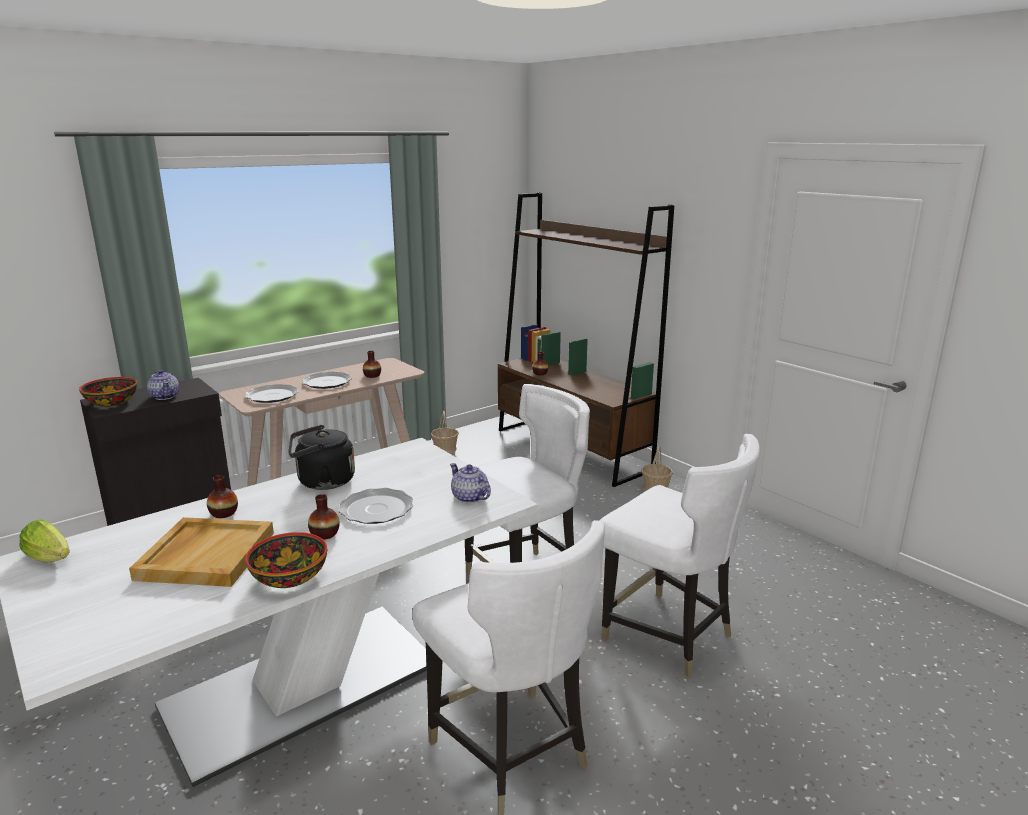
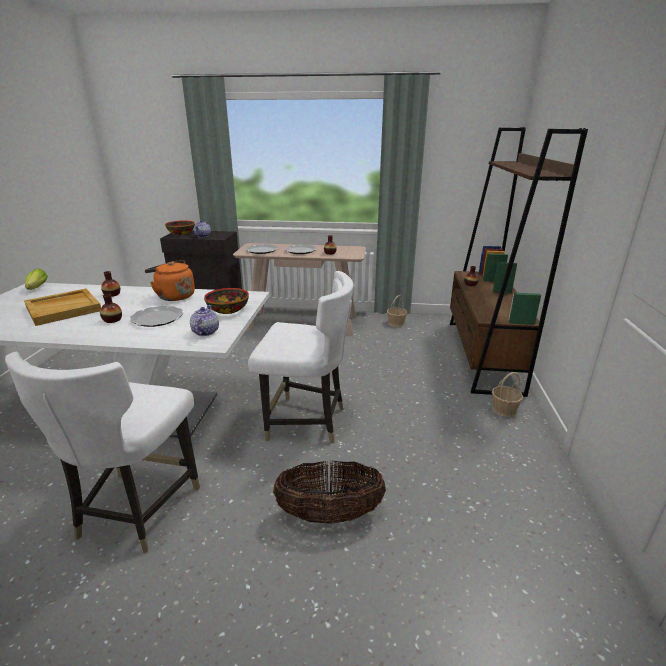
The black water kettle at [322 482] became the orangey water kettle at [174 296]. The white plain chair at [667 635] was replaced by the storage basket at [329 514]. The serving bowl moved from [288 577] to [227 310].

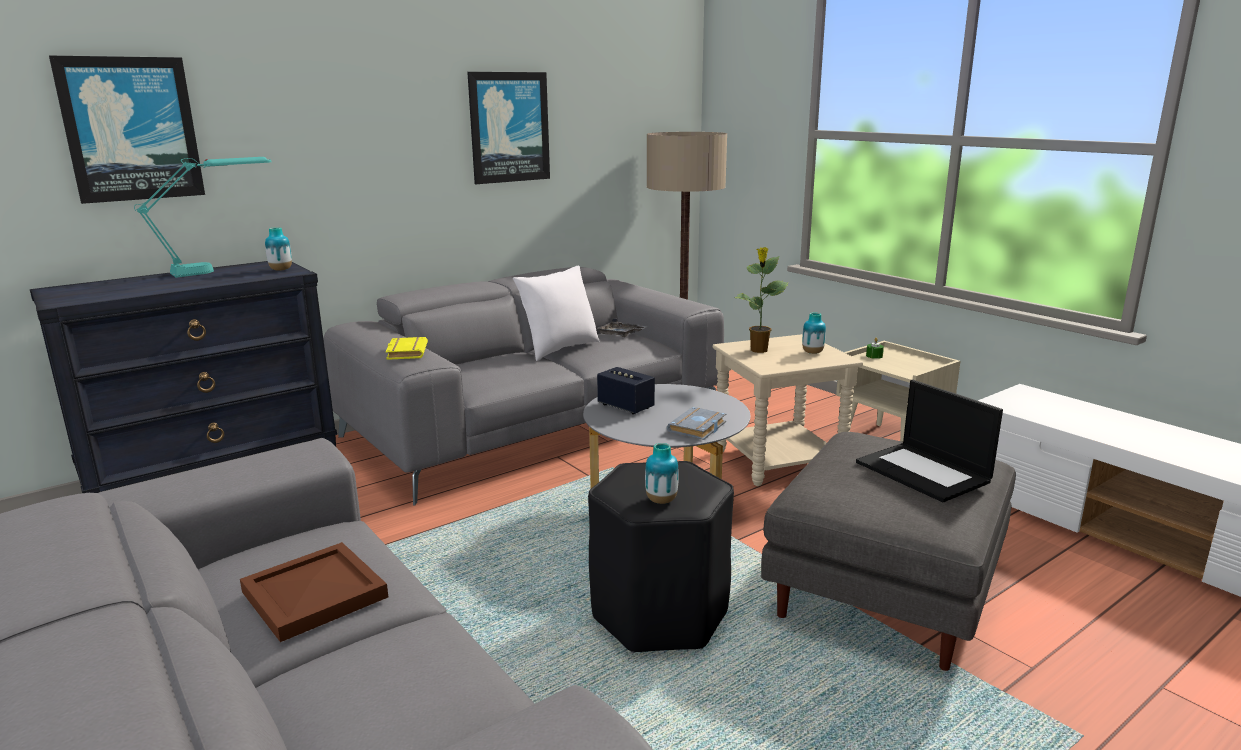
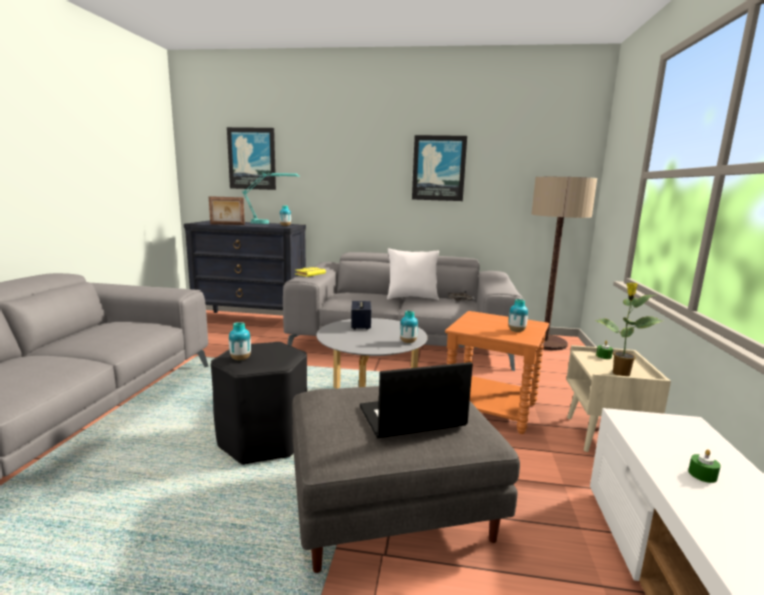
The potted plant moved from [759 350] to [620 374]. The beige end table at [778 460] became the orangey end table at [491 409]. The notebook computer at [924 472] turned 60 degrees clockwise. The greyish book at [698 428] disappeared. The brown-coloured carrying tray at [317 594] disappeared. The picture frame at [227 224] appeared. The vase at [408 342] appeared. The green-coloured wax candle at [702 475] appeared.

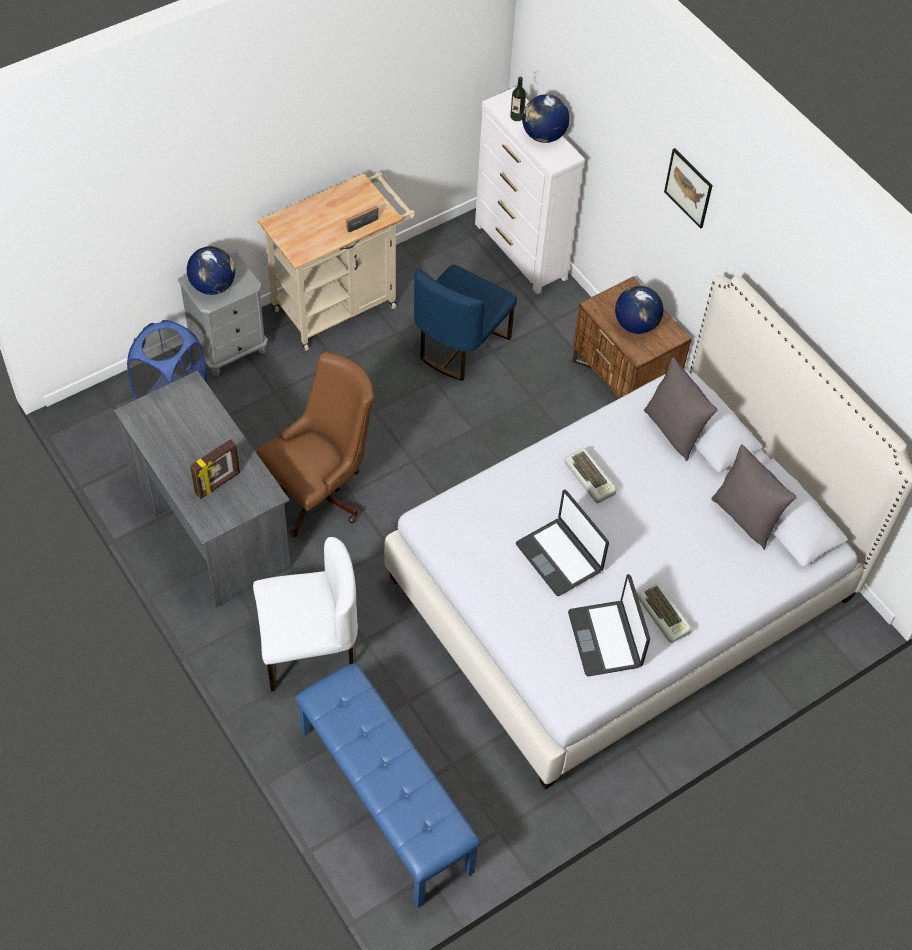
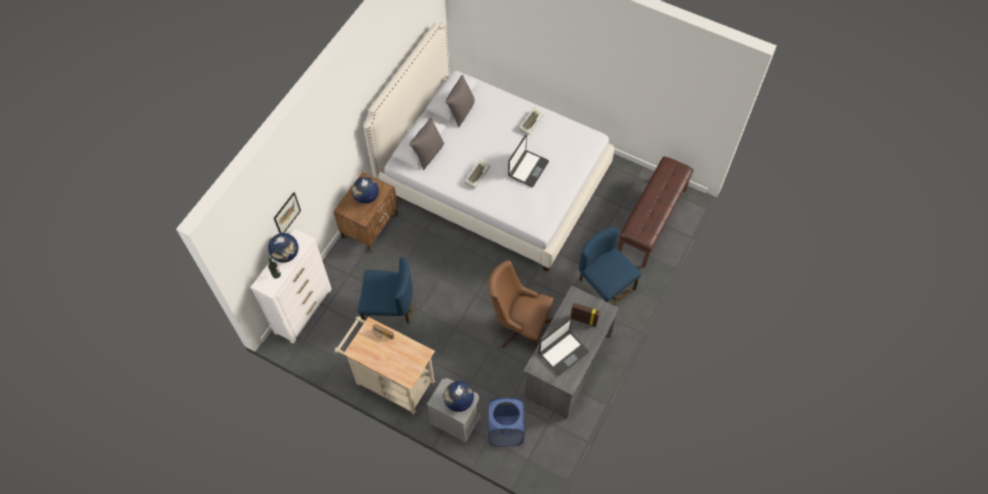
The picture moved from [688 188] to [286 214]. The white plain chair at [308 648] became the blue-coloured plain chair at [604 286]. The notebook computer moved from [606 639] to [563 352]. The blue-coloured long seat at [384 800] became the brown-coloured long seat at [652 222].

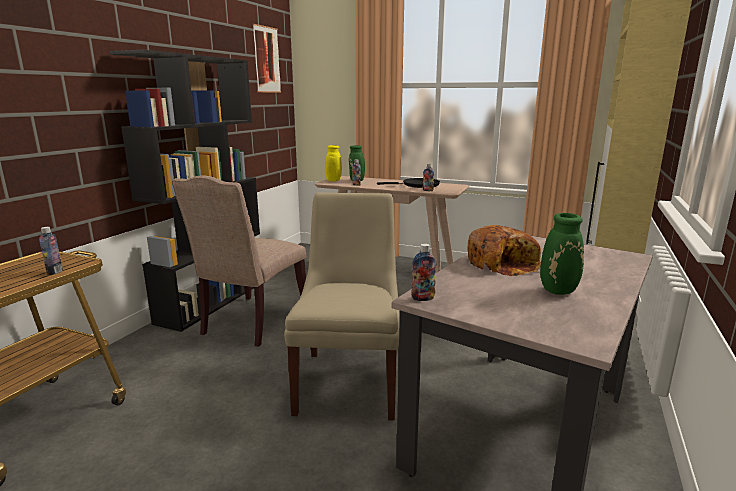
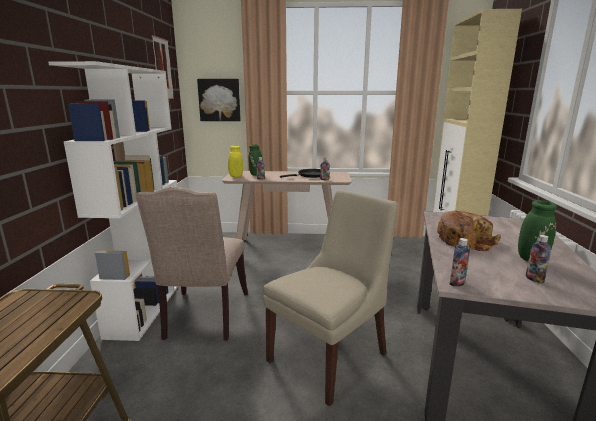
The black bookcase at [213 301] became the white bookcase at [149 302]. The beige plain chair at [349 381] turned 60 degrees clockwise. The beverage bottle moved from [55 272] to [534 279]. The picture at [219 100] appeared.

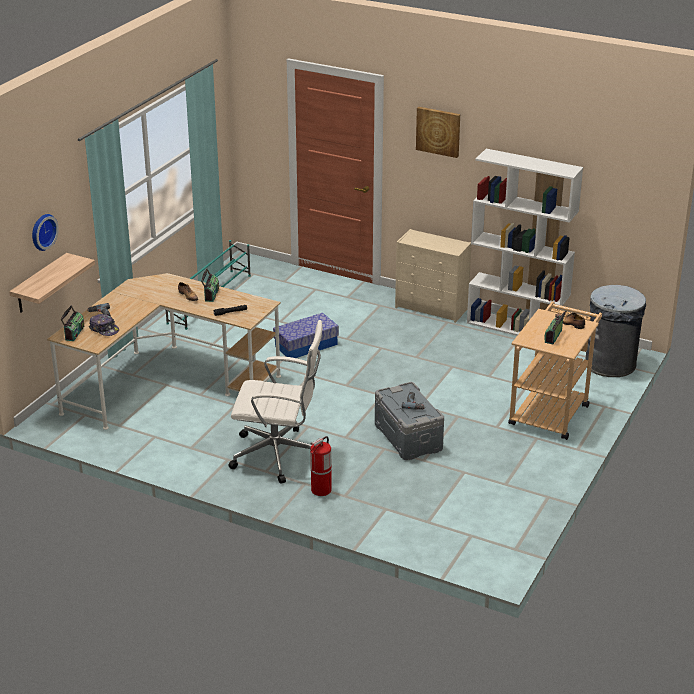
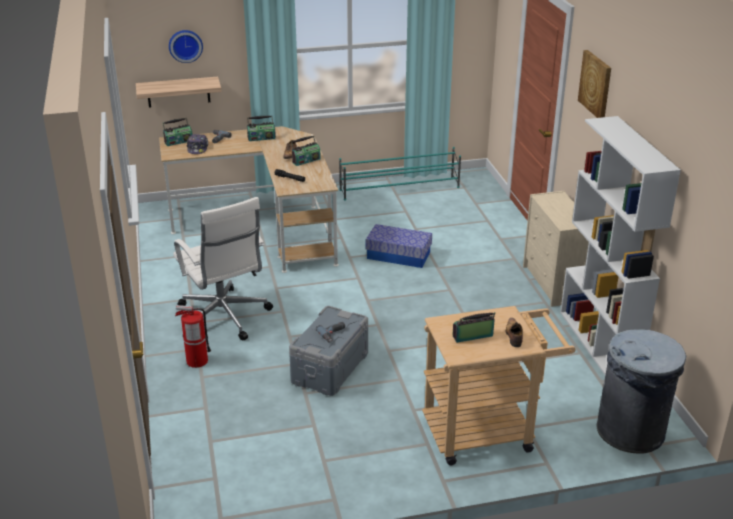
The radio set at [261 138] appeared.

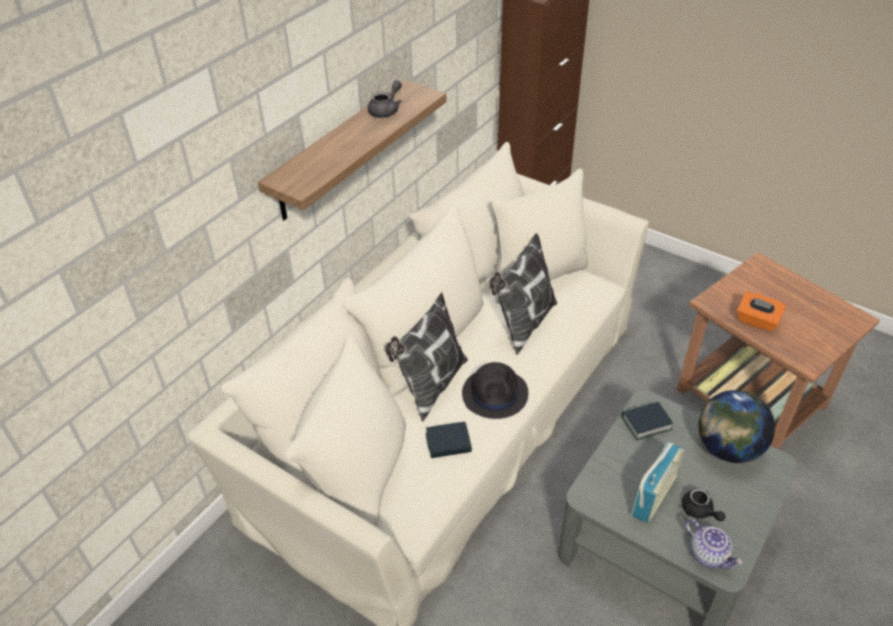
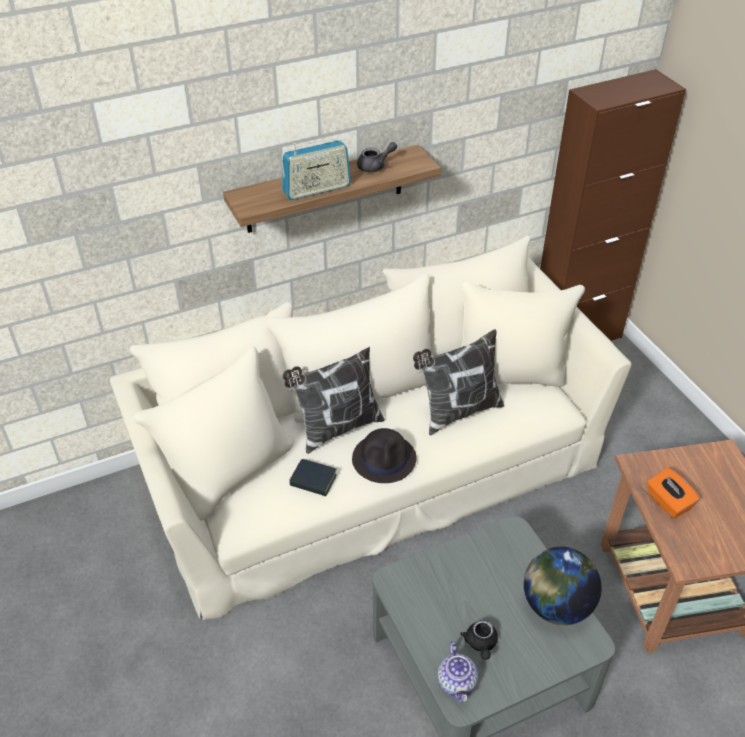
The book at [646 423] disappeared. The radio set moved from [654 495] to [316 189].

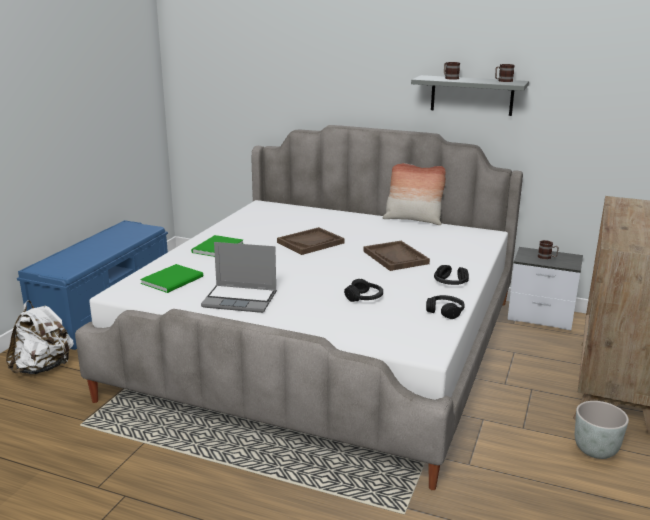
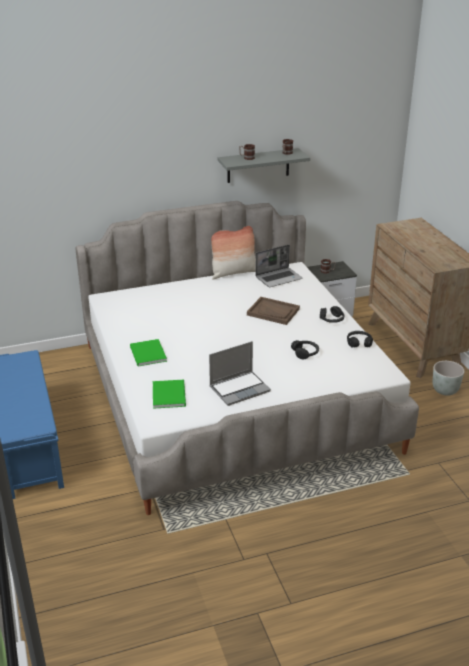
The brown-coloured carrying tray at [310 243] disappeared. The white backpack at [43 368] disappeared. The notebook computer at [279 278] appeared.

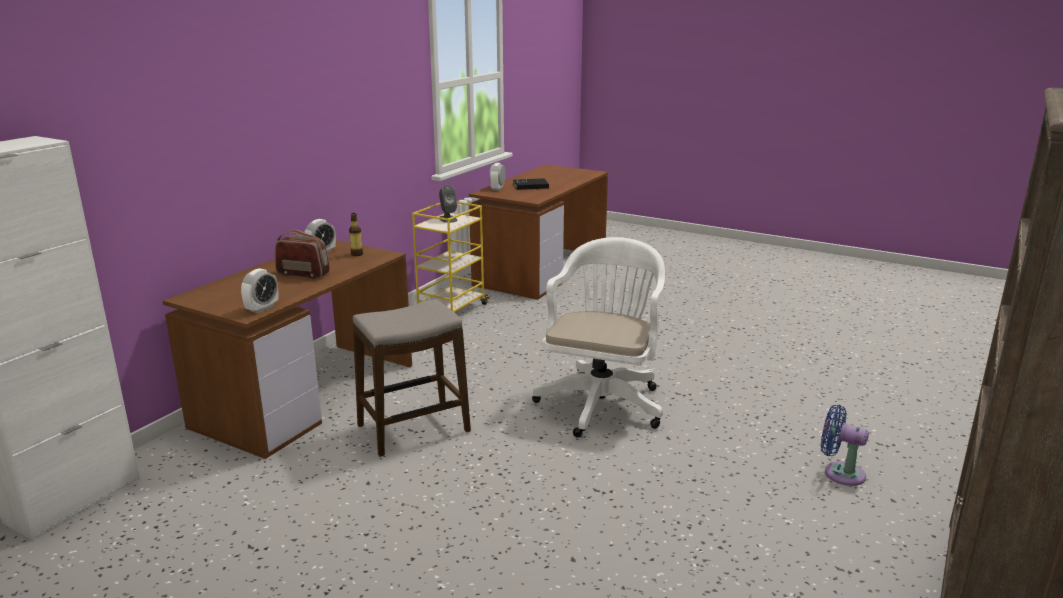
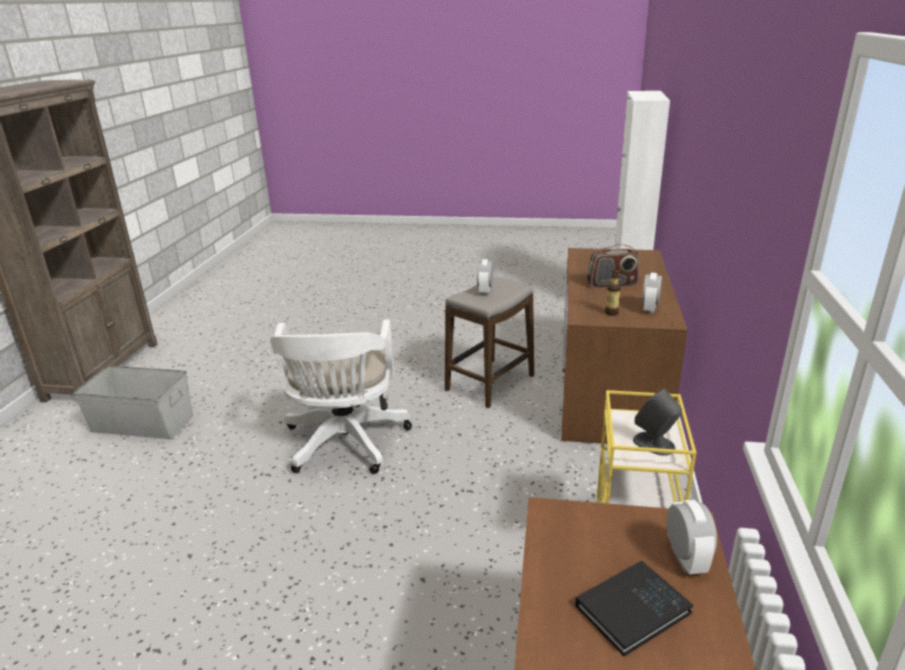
The bedside clock moved from [262 308] to [485 291]. The blue-coloured electric fan at [840 473] was replaced by the greyish storage container at [142 423].

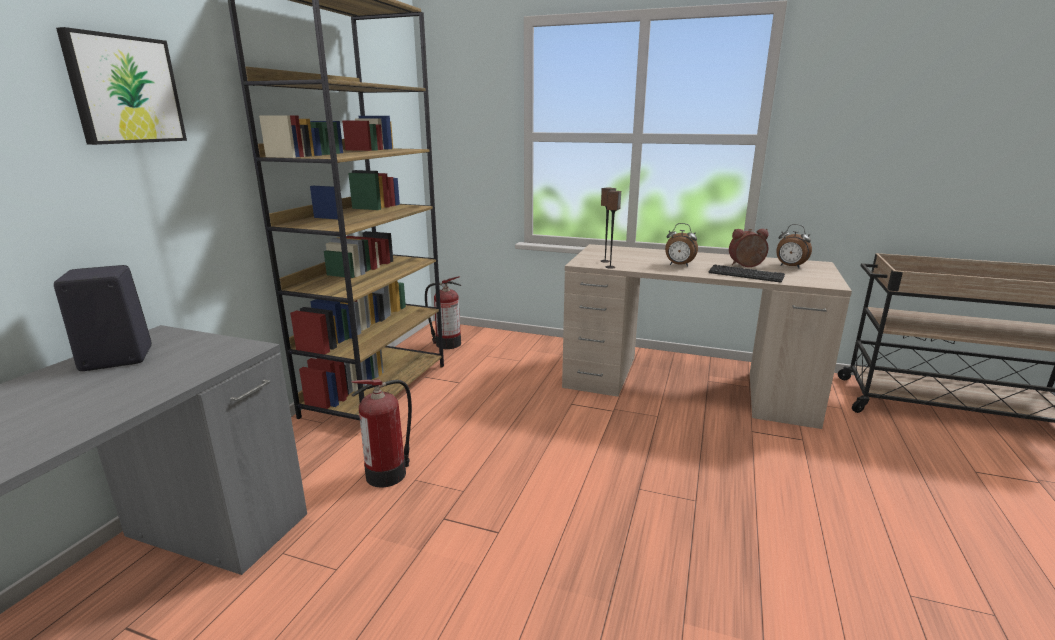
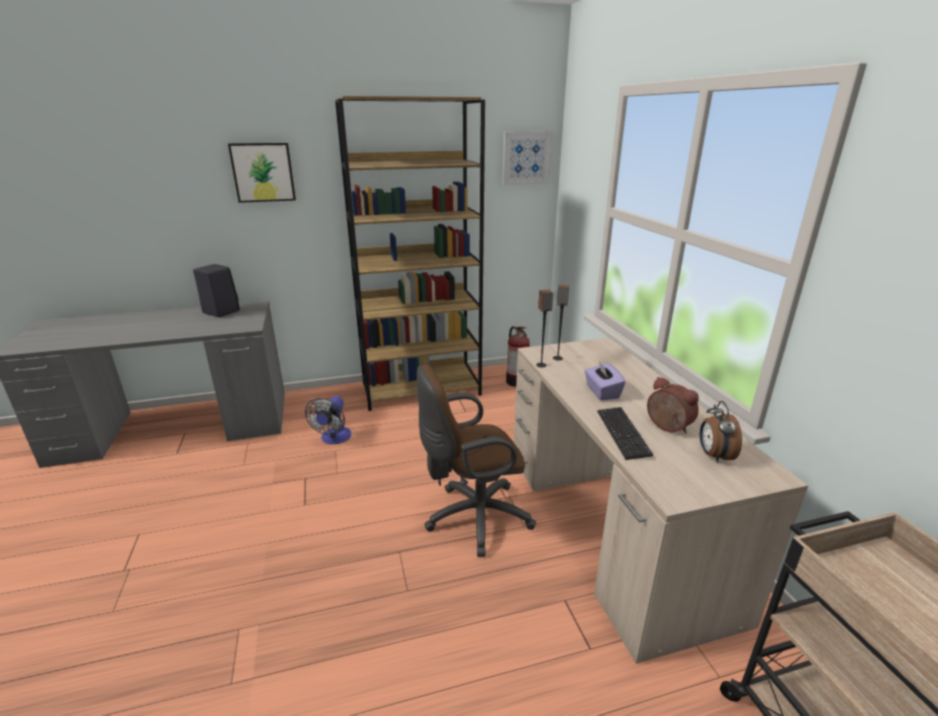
The bedside clock at [679 265] was replaced by the purple box of tissues at [602 392]. The fire extinguisher at [388 473] was replaced by the electric fan at [334 439]. The picture at [526 158] appeared. The brown-coloured office chair at [473 518] appeared.

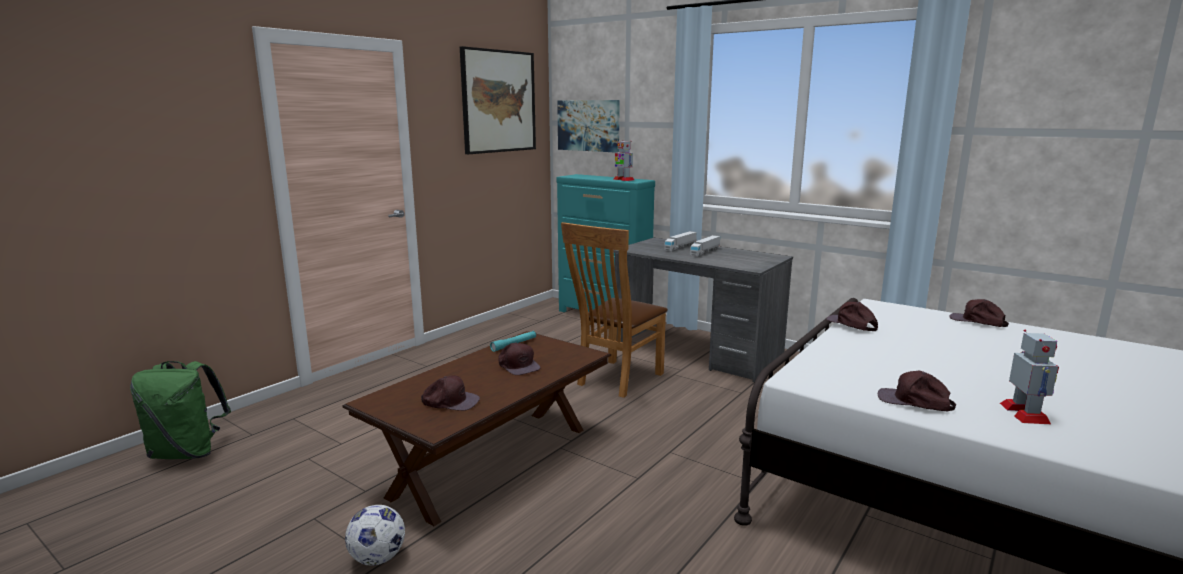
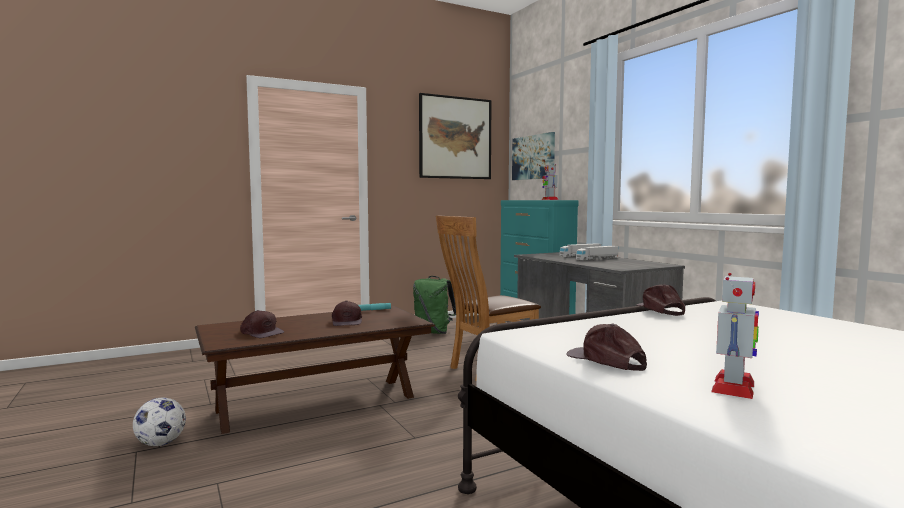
The brown-coloured peaked cap at [977 321] disappeared. The green-coloured backpack moved from [188 452] to [433 332].

